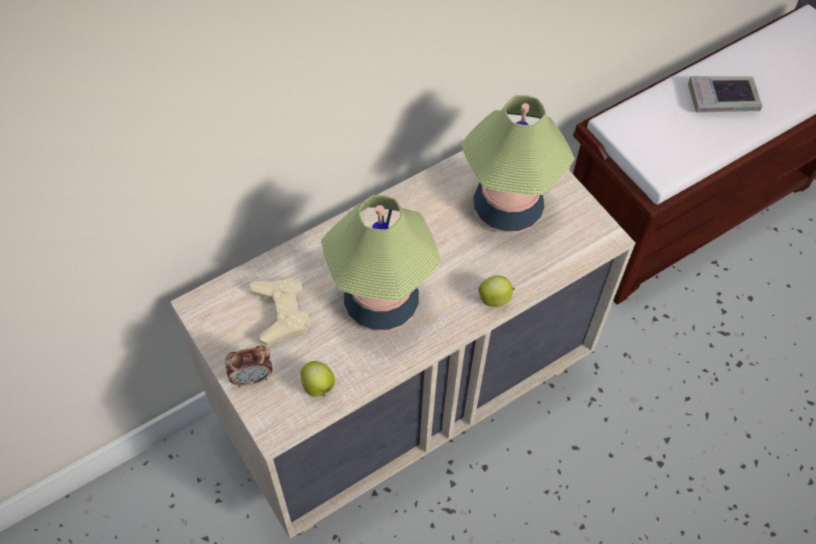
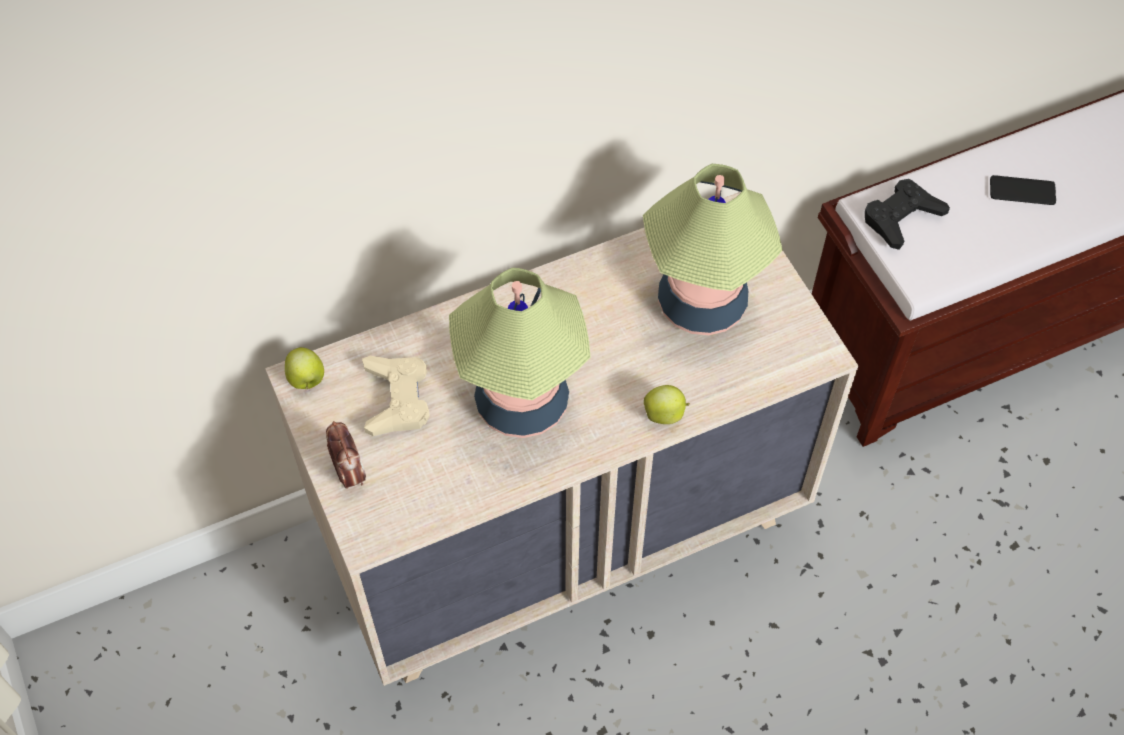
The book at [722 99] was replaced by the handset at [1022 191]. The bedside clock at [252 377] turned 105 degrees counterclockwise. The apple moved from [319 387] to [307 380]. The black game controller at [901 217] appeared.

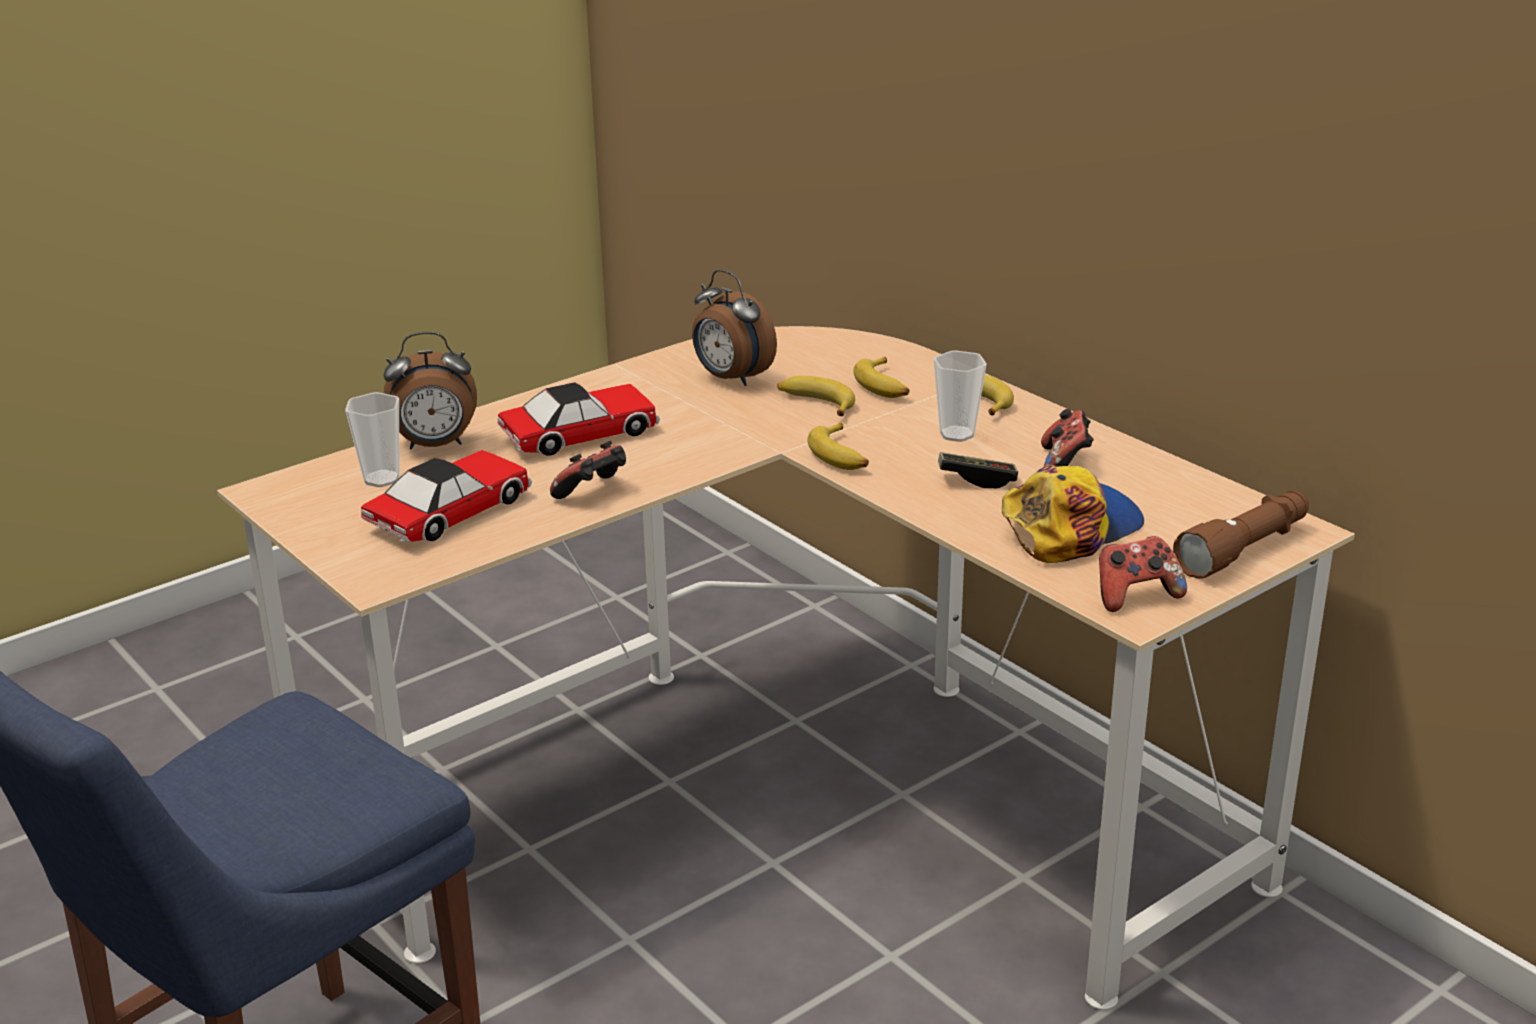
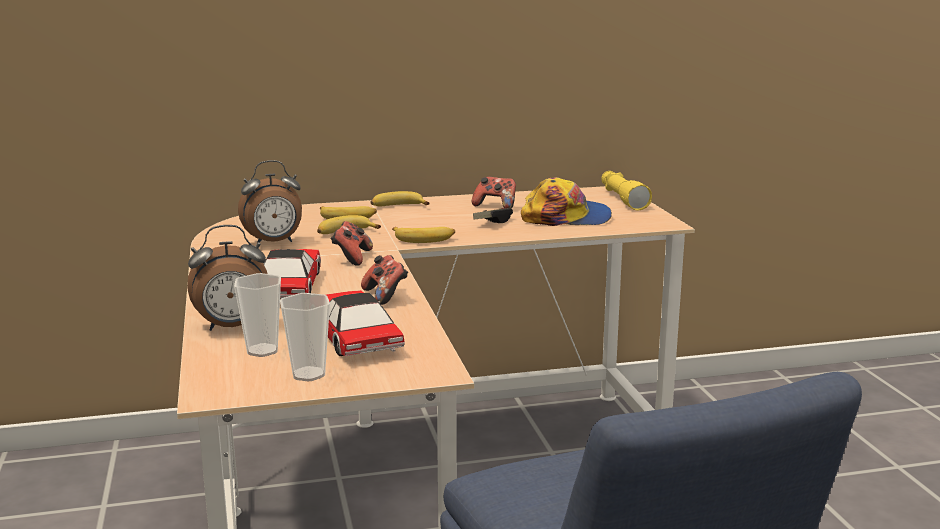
The bedside clock at [435 445] turned 60 degrees clockwise. The drinking cup moved from [957 434] to [308 374]. The peaked cap at [1069 527] turned 105 degrees clockwise. The brown-coloured flashlight at [1245 549] became the yellow flashlight at [622 199]. The game controller moved from [1135 596] to [351 258].

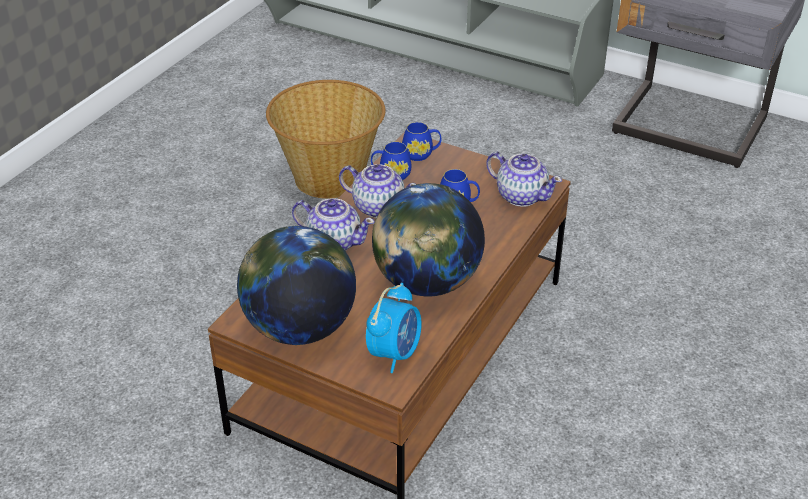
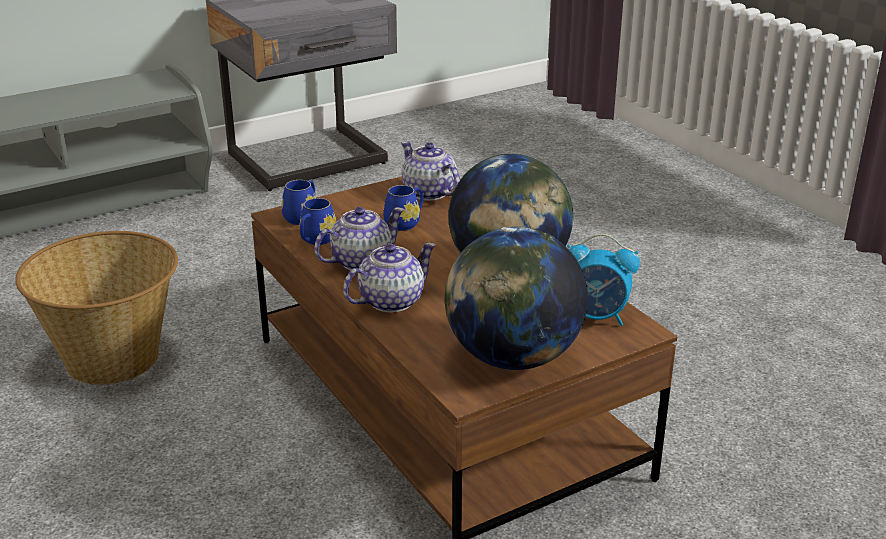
The tea pot at [521 196] turned 105 degrees counterclockwise. The bedside clock at [394 353] turned 135 degrees clockwise.

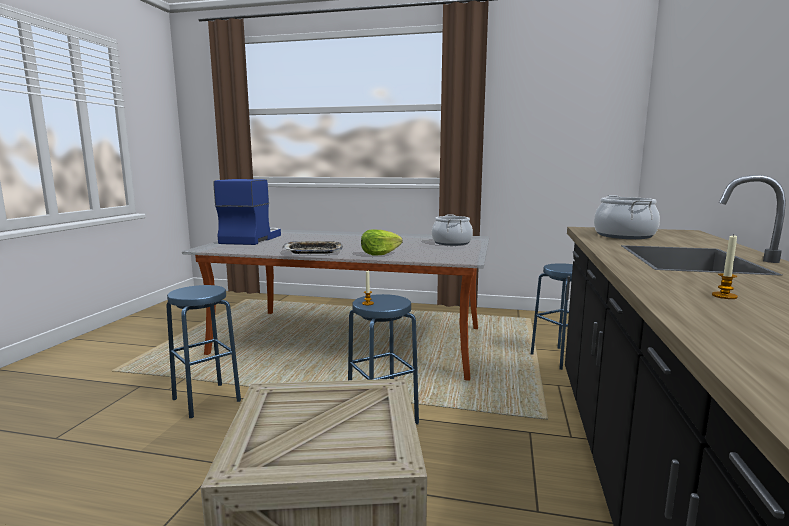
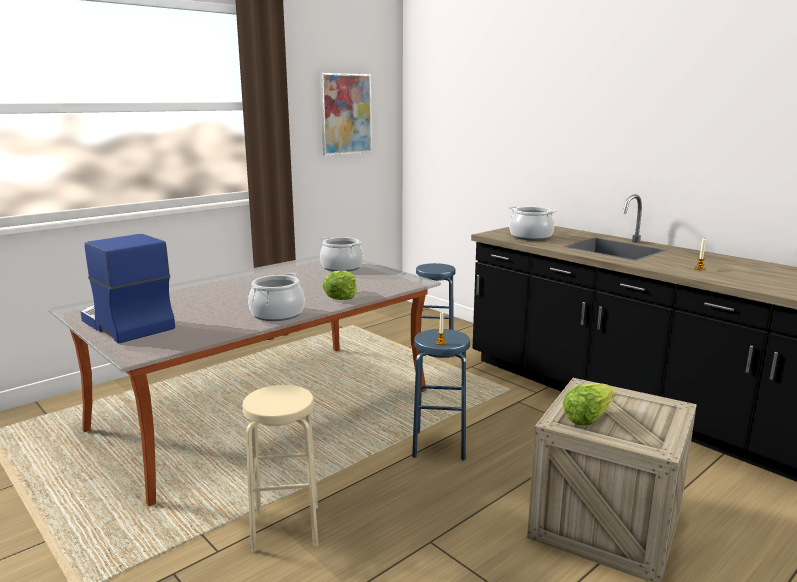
The carrying tray at [313 251] was replaced by the saucepot at [277 314]. The blue-coloured stool at [206 400] became the beige stool at [286 528]. The picture at [346 114] appeared. The lettuce head at [587 417] appeared.

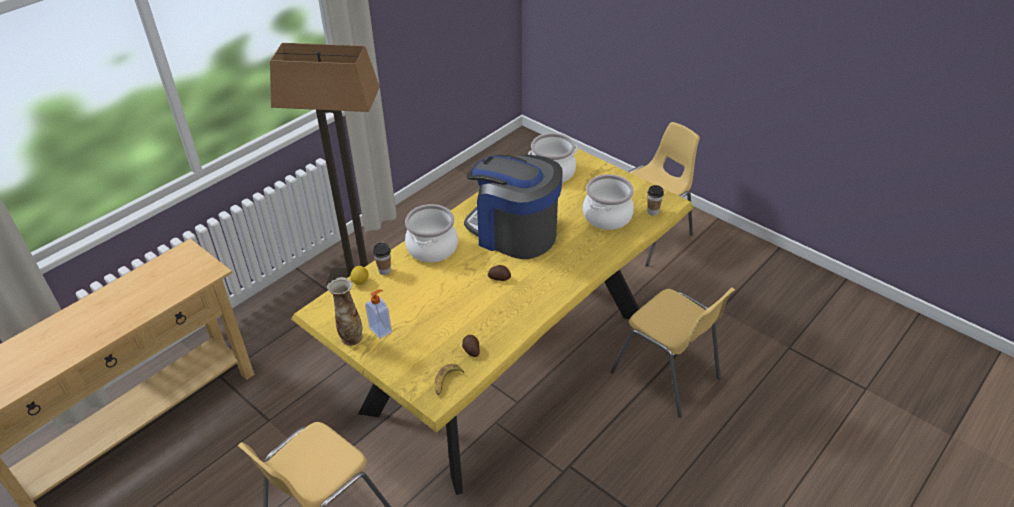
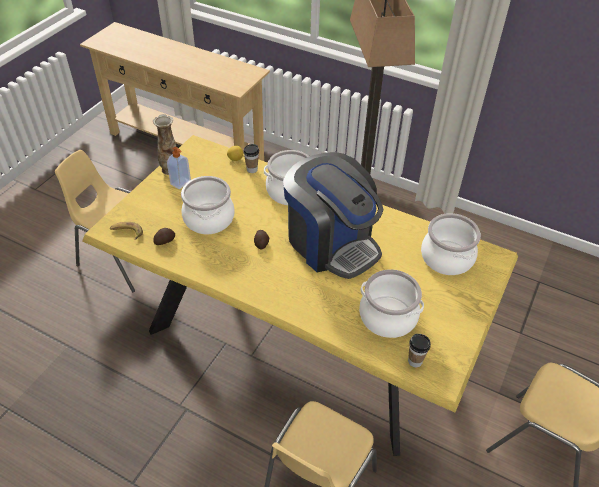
The coffee brewer at [514 233] turned 120 degrees clockwise. The saucepot at [209 219] appeared.

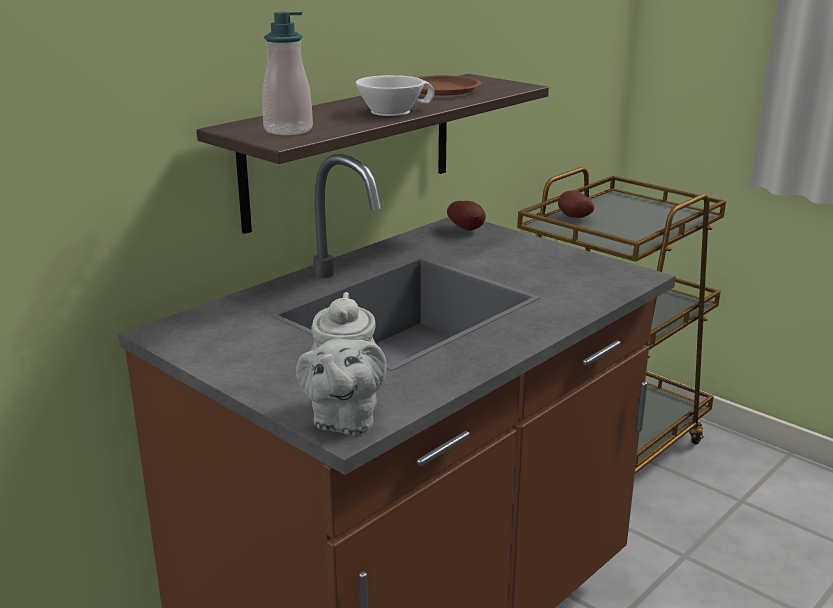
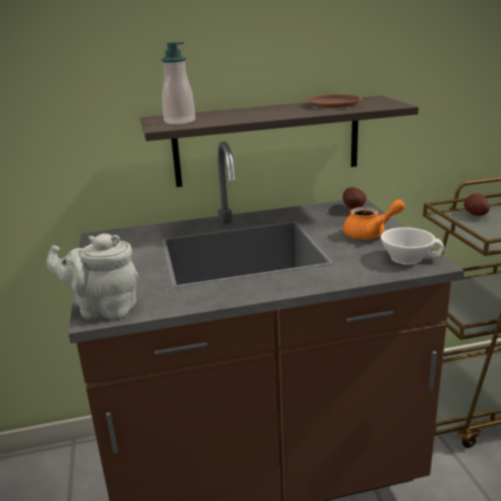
The white drinking cup moved from [391 110] to [408 257]. The greyish tea pot at [344 419] turned 60 degrees clockwise. The orangey tea pot at [371 234] appeared.

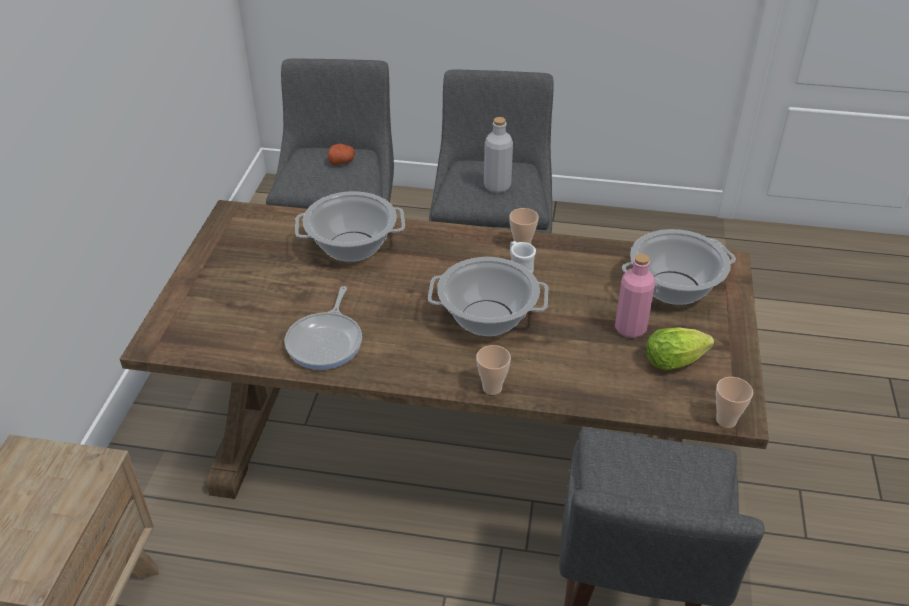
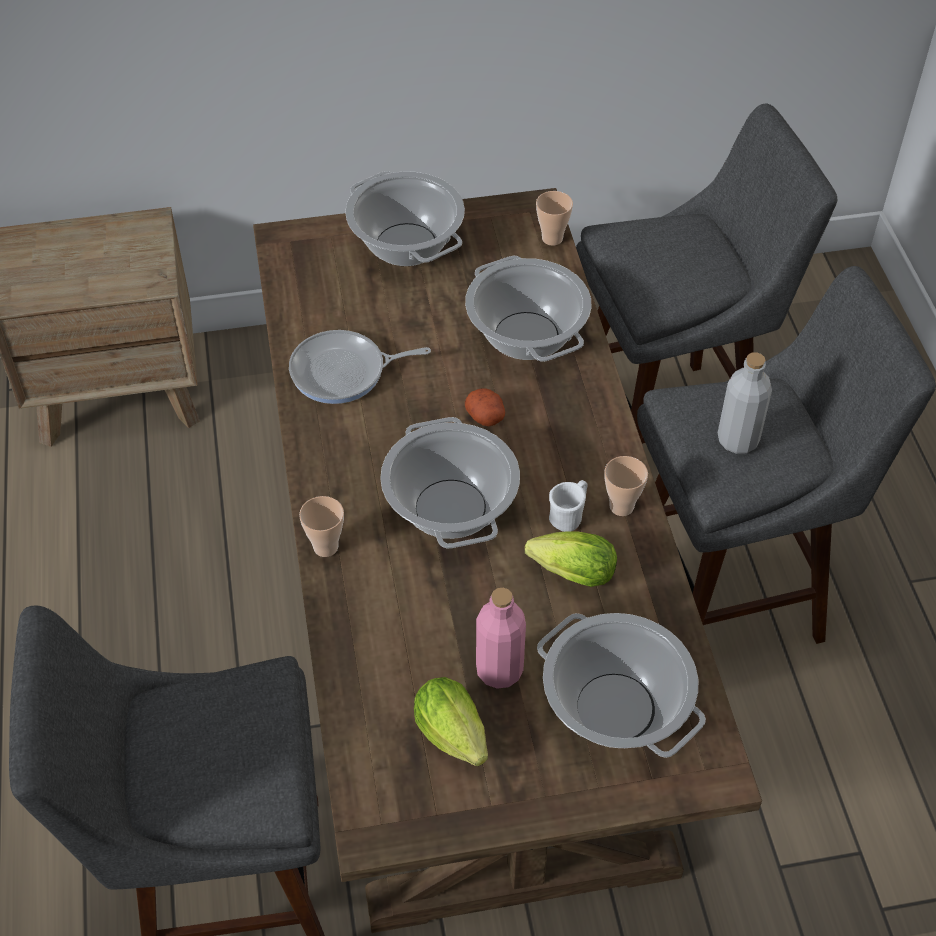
The spud moved from [341 161] to [486 417]. The drinking cup moved from [726 420] to [552 238]. The saucepot at [407 245] appeared. The lettuce head at [568 573] appeared.

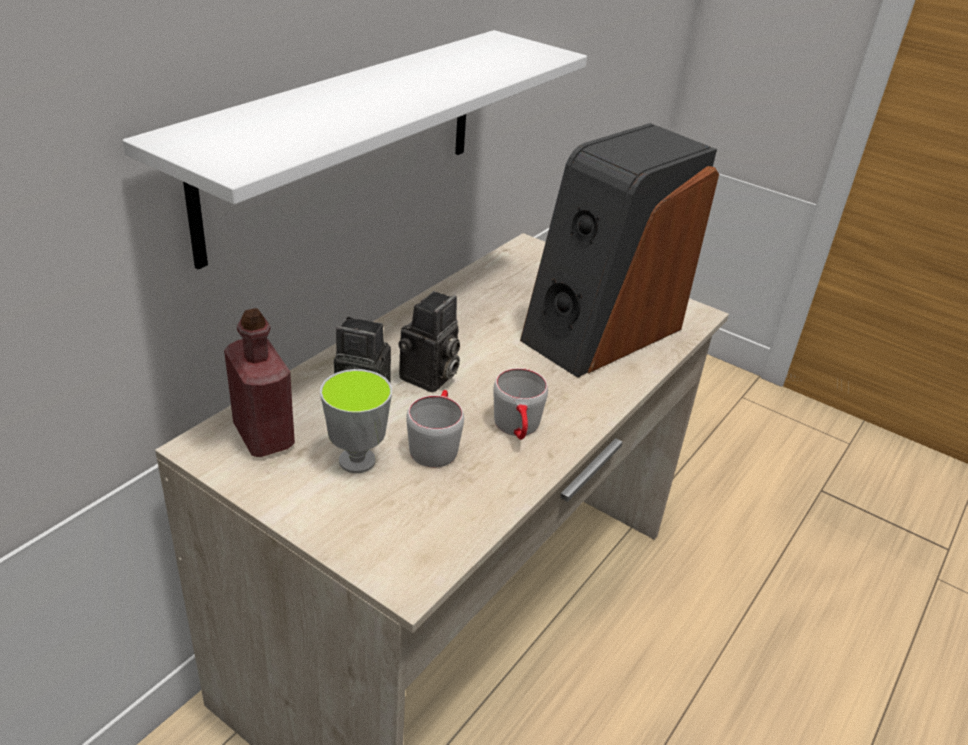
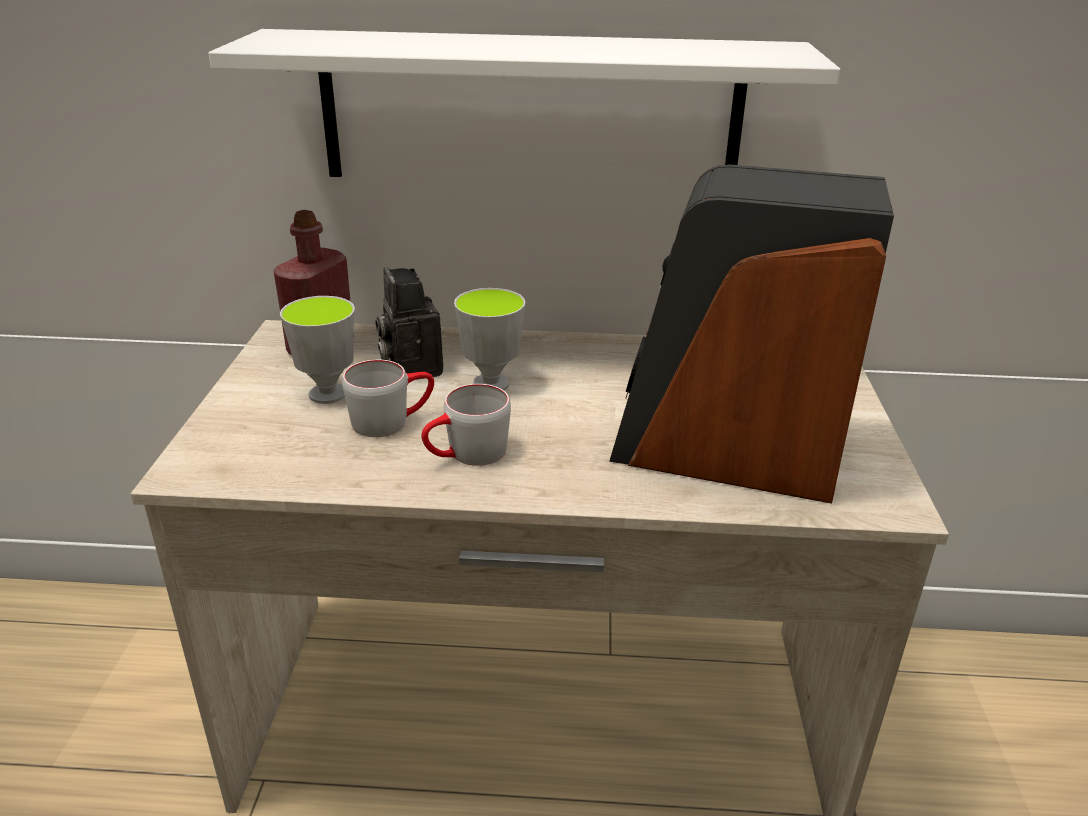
The photo camera at [429 378] was replaced by the drinking cup at [491 384].

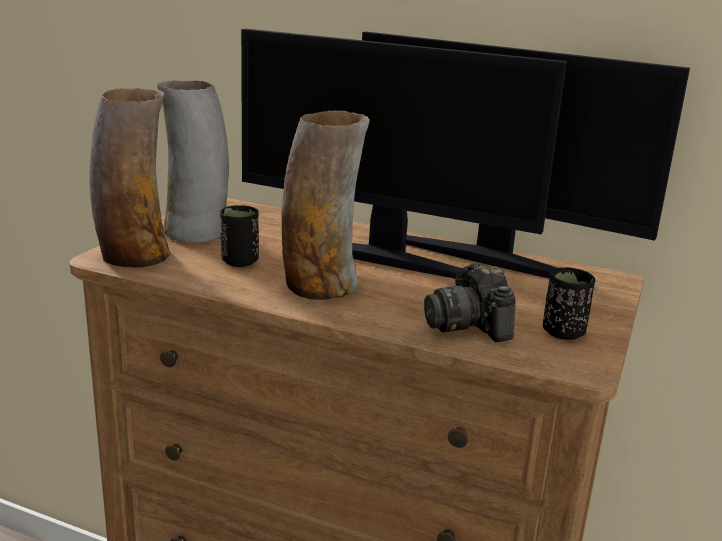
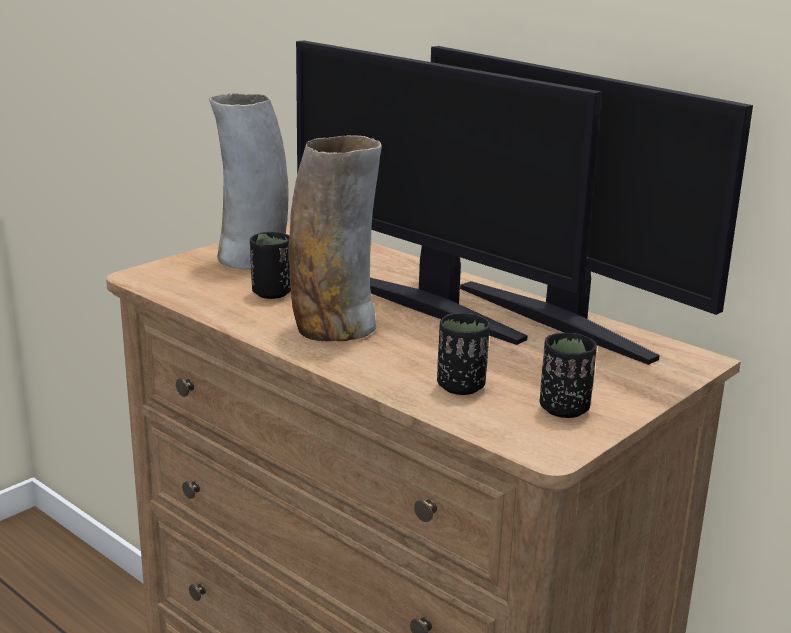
The vase at [134 256] disappeared. The photo camera at [469 324] was replaced by the black drinking cup at [461 386].

